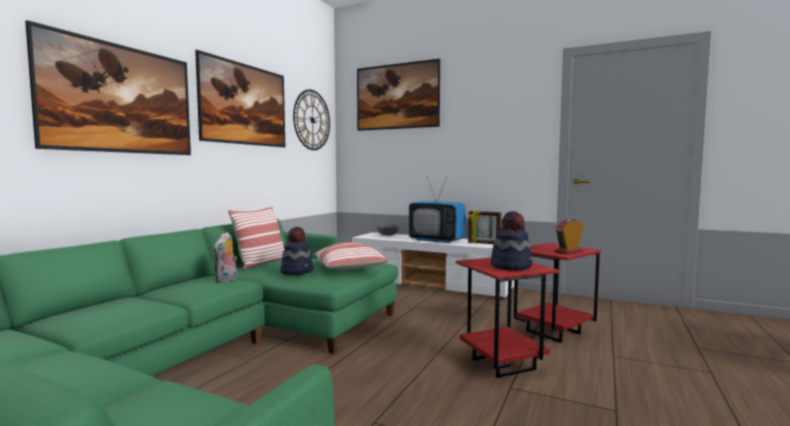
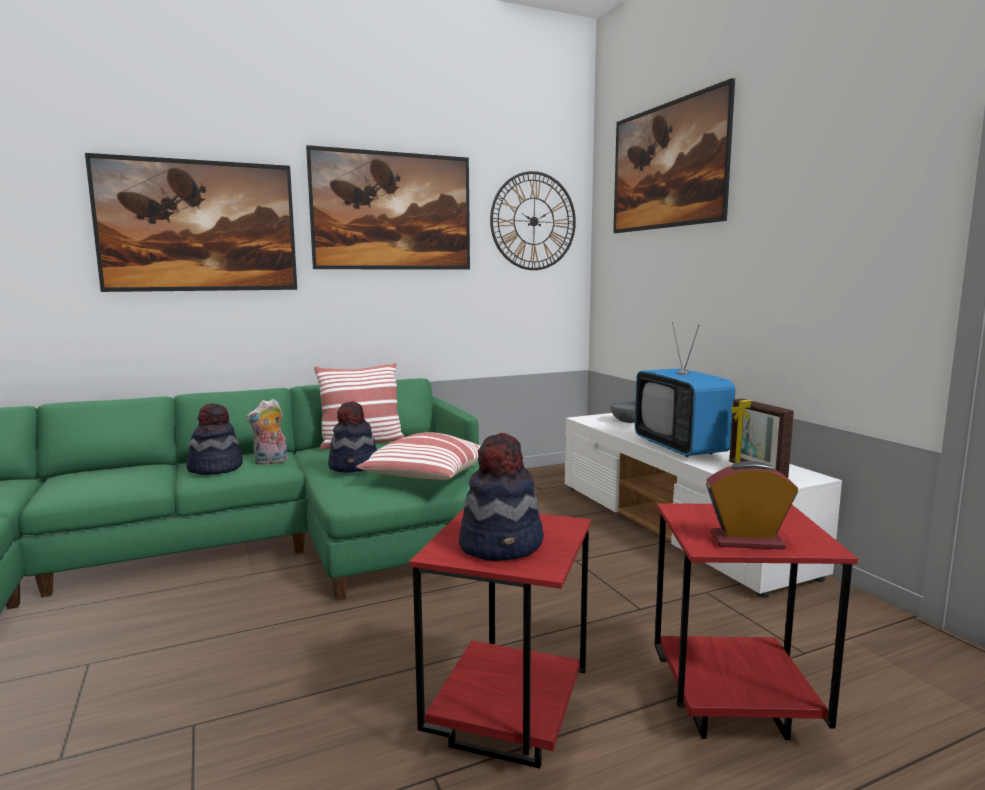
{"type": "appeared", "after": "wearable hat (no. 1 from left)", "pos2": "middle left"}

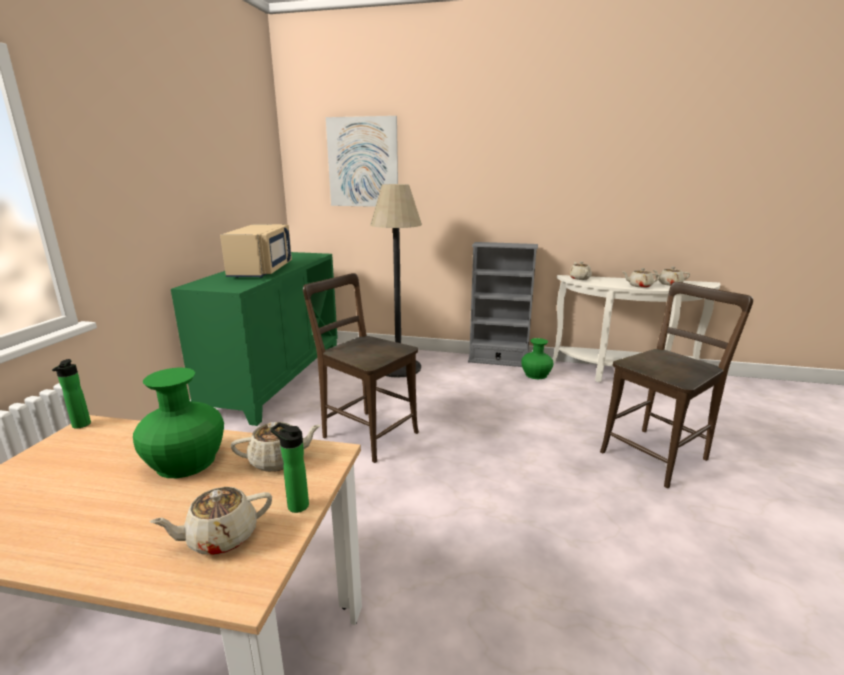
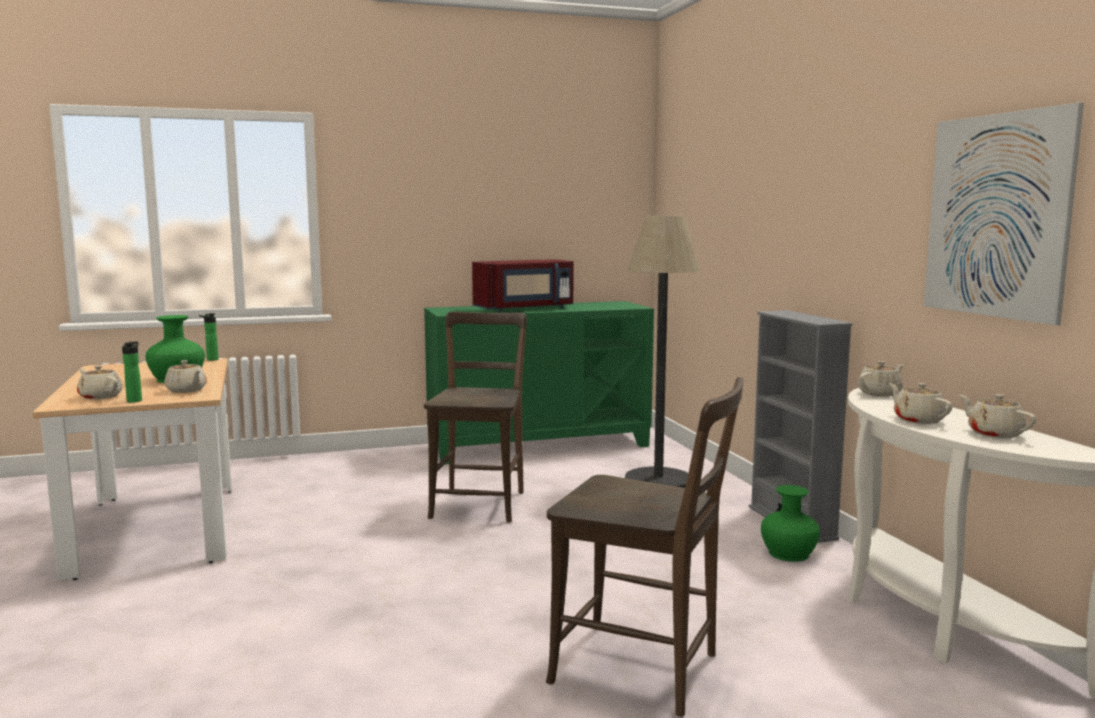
{"type": "colour", "before": "microwave (beige-coloured)", "after": "microwave (red)", "pos1": "middle left", "pos2": "centre"}
{"type": "relocated", "before": "wall picture", "pos1": "top centre", "pos2": "top right"}

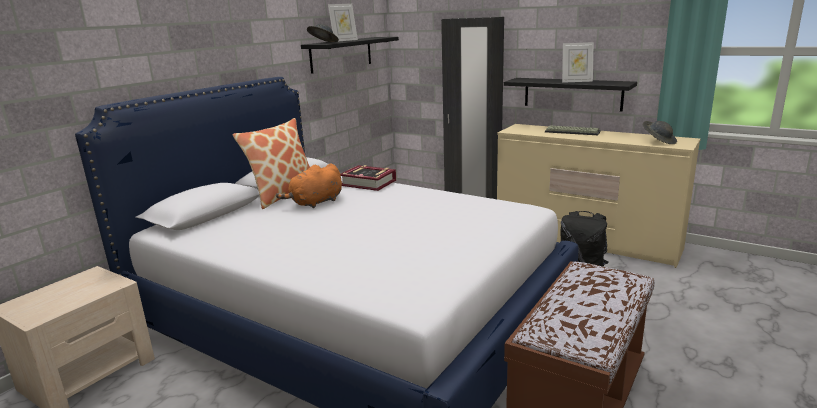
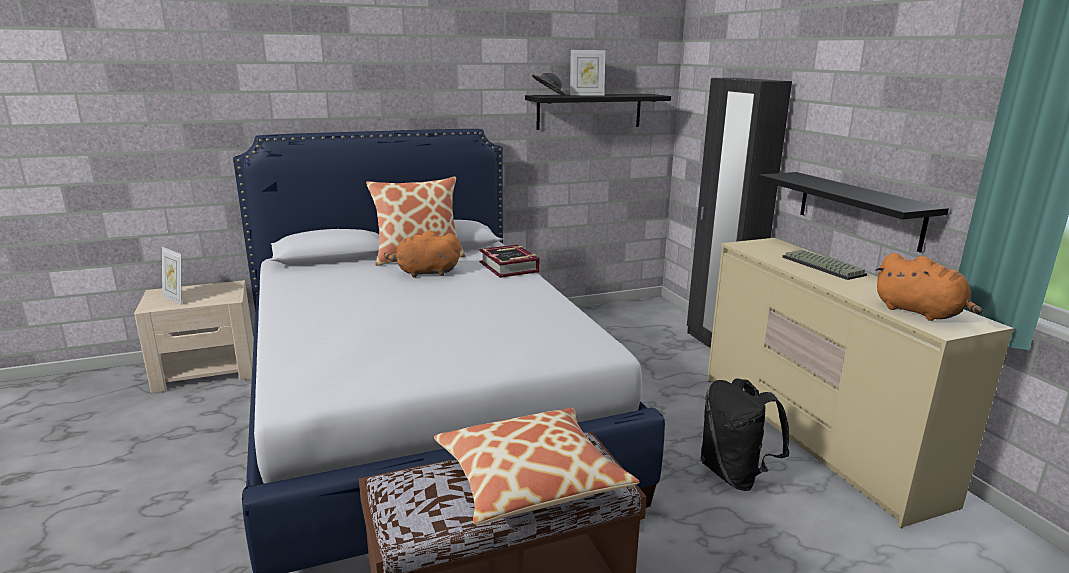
{"type": "relocated", "before": "photo frame (no. 2 from left in the first image)", "after": "photo frame (no. 1 from left)", "pos1": "top right", "pos2": "middle left"}
{"type": "exchanged", "before": "wearable hat (gray) (no. 2 from left)", "after": "plush toy (orange-coloured) (no. 2 from left)", "pos1": "top right", "pos2": "middle right"}
{"type": "appeared", "after": "throw pillow (no. 2 from left)", "pos2": "bottom centre"}

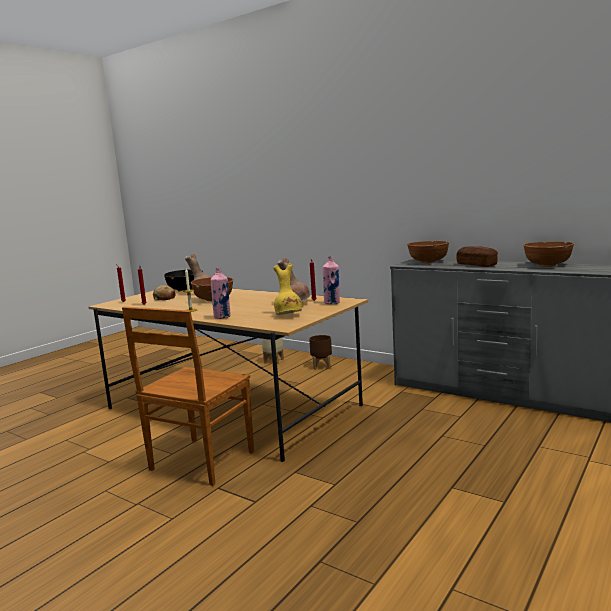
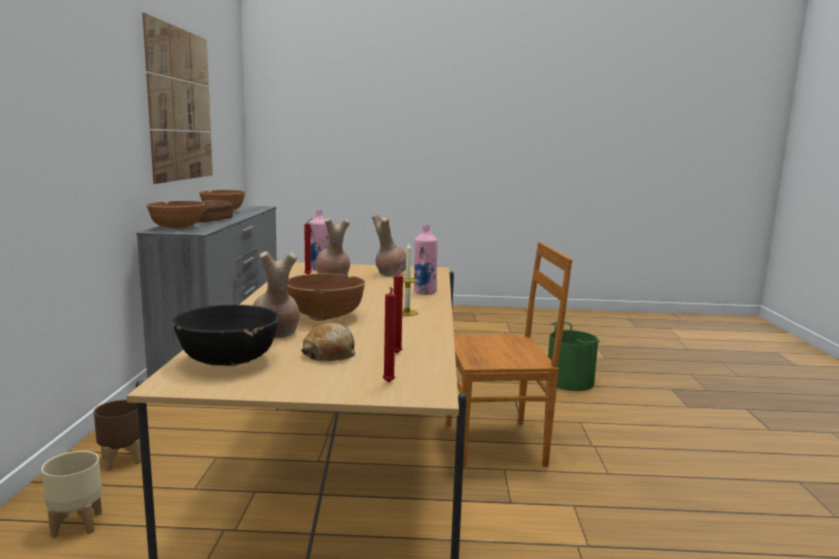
{"type": "colour", "before": "decorative vase (yellow-coloured)", "after": "decorative vase (brown) (no. 3 from left)", "pos1": "centre", "pos2": "centre"}
{"type": "appeared", "after": "wall picture", "pos2": "top left"}
{"type": "appeared", "after": "water bucket (greenish)", "pos2": "middle right"}

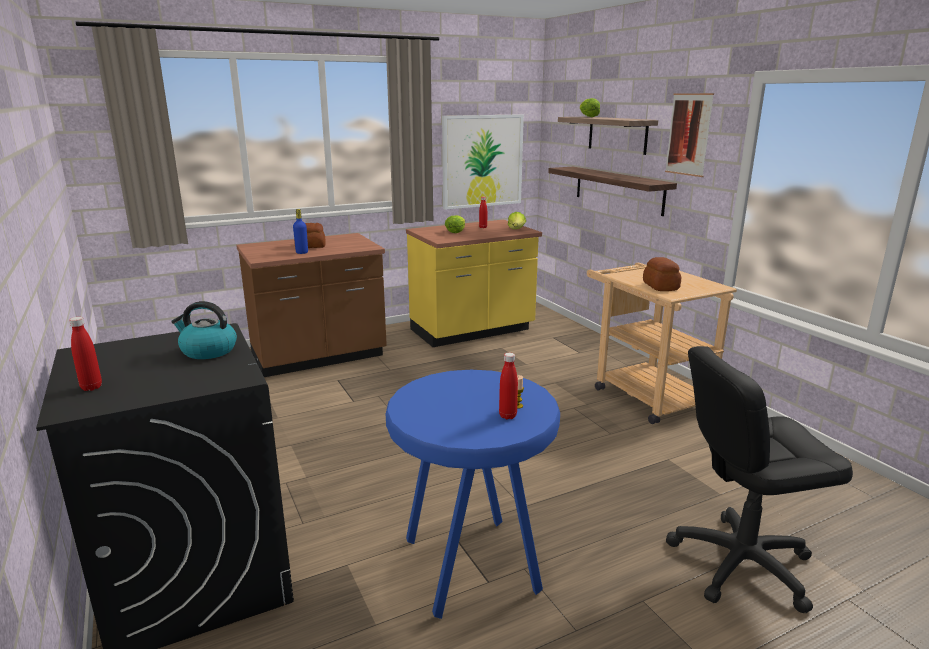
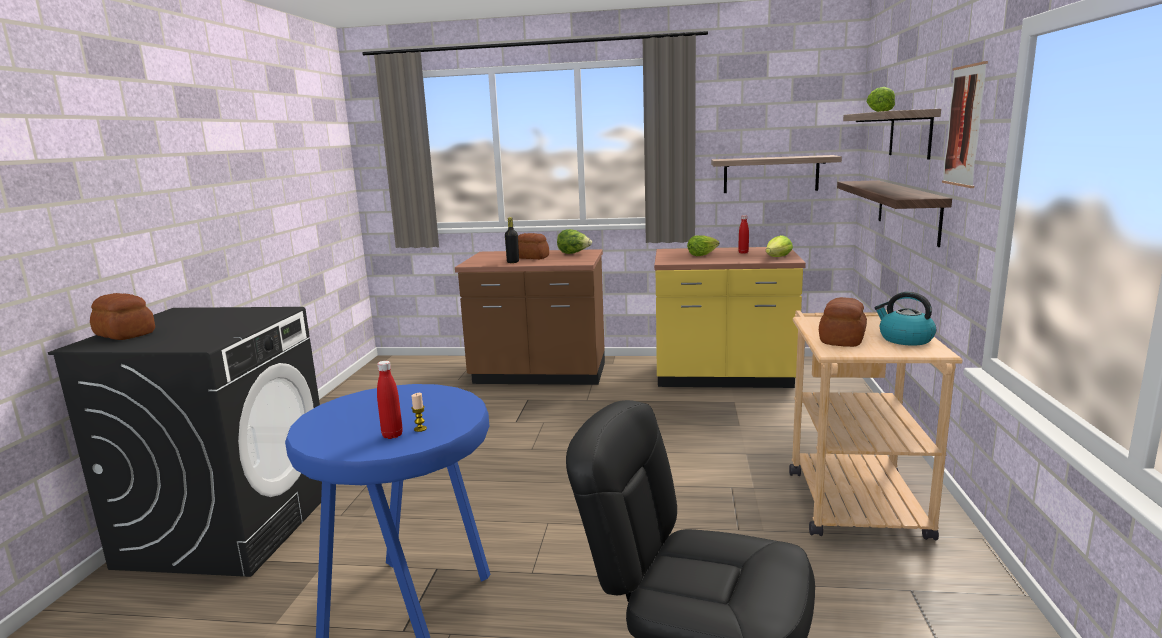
{"type": "exchanged", "before": "beverage bottle (red) (no. 1 from left)", "after": "bread (no. 1 from left)", "pos1": "middle left", "pos2": "middle left"}
{"type": "relocated", "before": "tea kettle", "pos1": "middle left", "pos2": "middle right"}
{"type": "colour", "before": "beverage bottle (blue)", "after": "beverage bottle (black-coloured)", "pos1": "middle left", "pos2": "centre"}
{"type": "exchanged", "before": "wall picture (no. 1 from left)", "after": "bracket shelf (no. 1 from left)", "pos1": "top centre", "pos2": "top right"}
{"type": "appeared", "after": "lettuce head (no. 1 from left)", "pos2": "centre"}

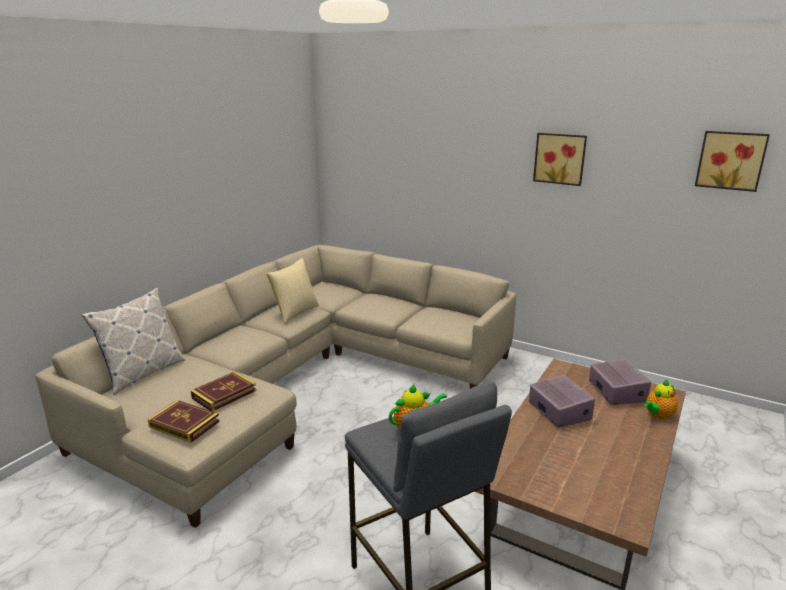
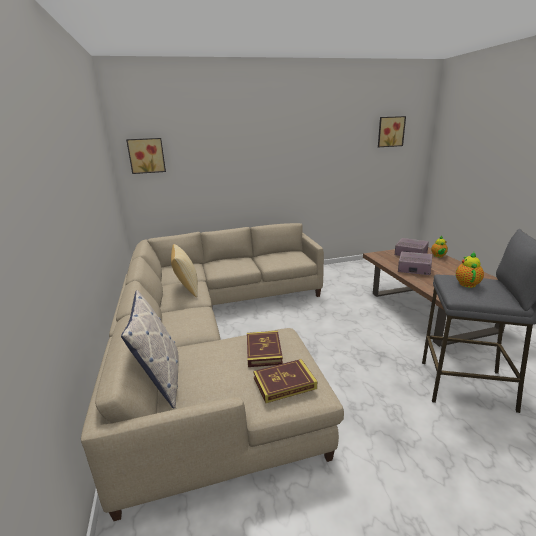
{"type": "relocated", "before": "wall picture (no. 1 from left)", "pos1": "top right", "pos2": "top left"}

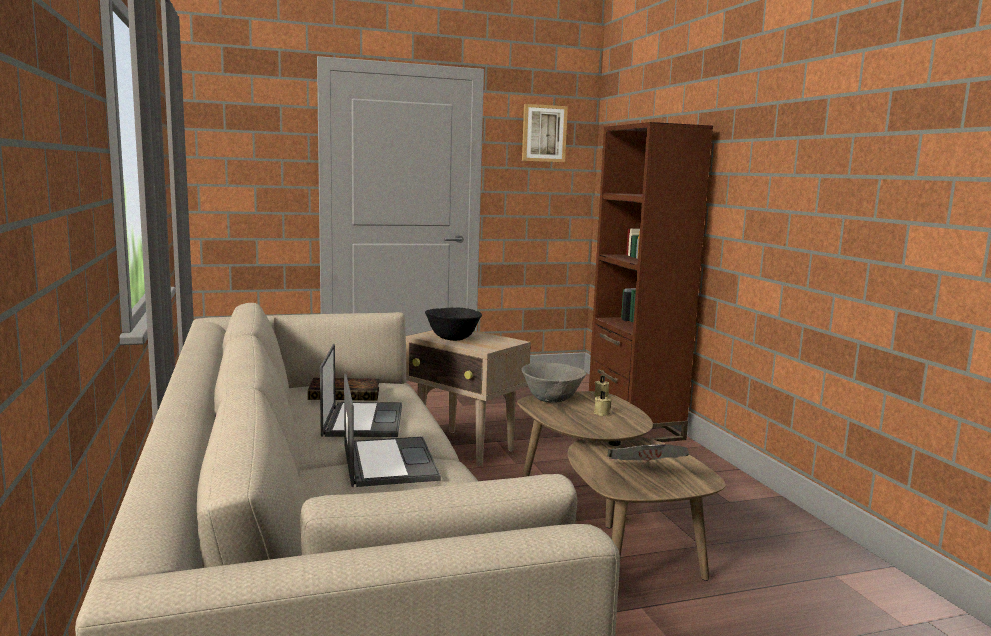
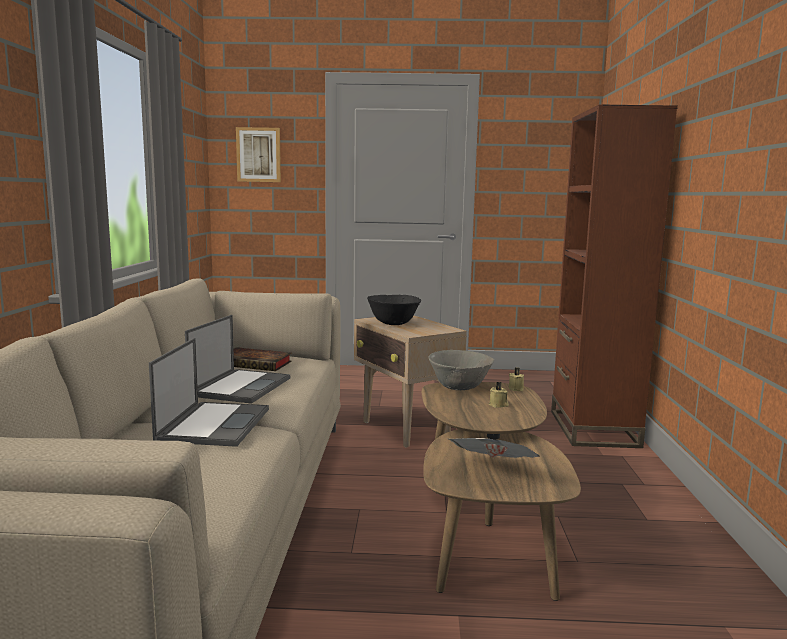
{"type": "relocated", "before": "wall picture", "pos1": "top centre", "pos2": "top left"}

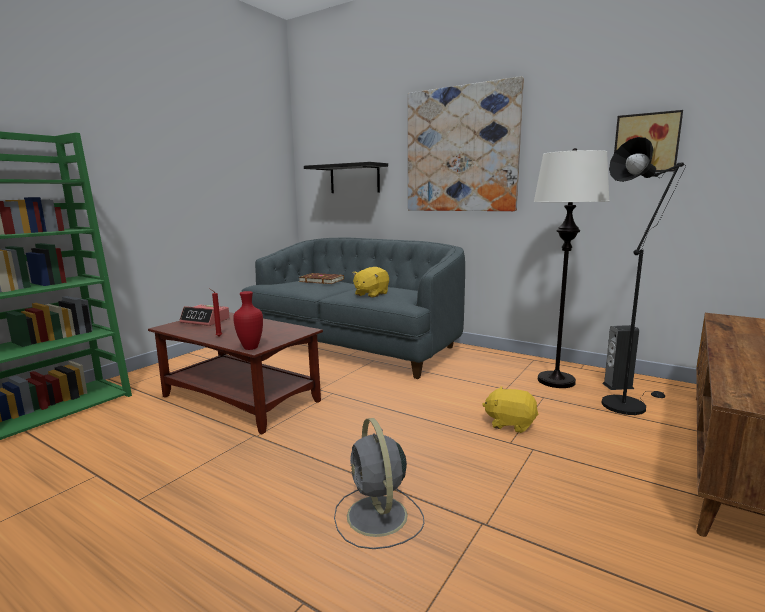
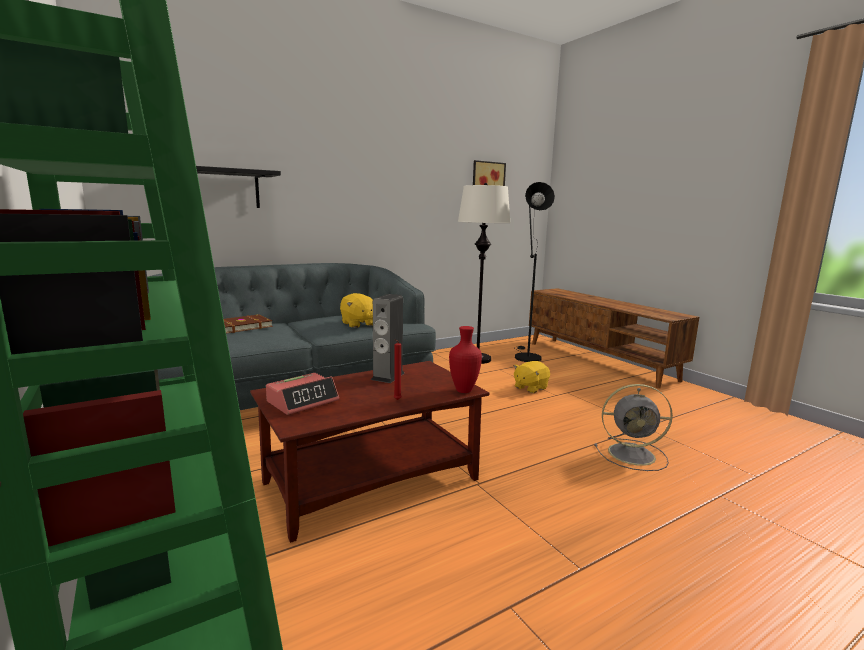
{"type": "missing", "before": "wall picture (no. 1 from left)", "pos1": "top centre"}
{"type": "relocated", "before": "loudspeaker", "pos1": "middle right", "pos2": "centre"}

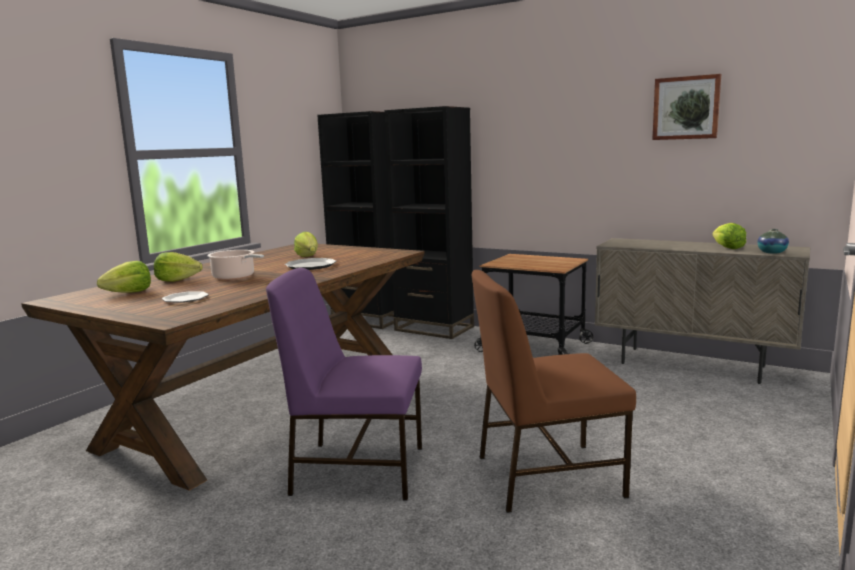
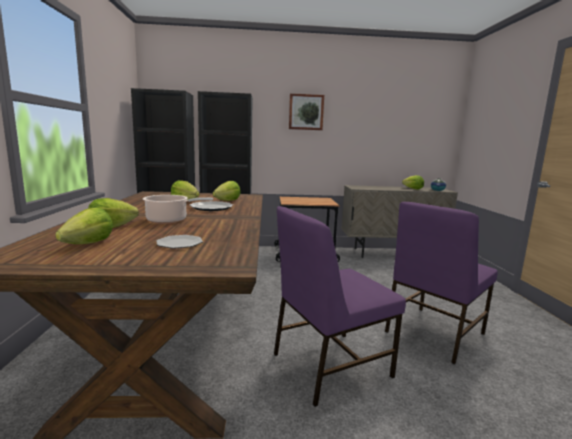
{"type": "colour", "before": "plain chair (brown)", "after": "plain chair (purplish) (no. 2 from left)", "pos1": "bottom centre", "pos2": "middle right"}
{"type": "relocated", "before": "wall picture", "pos1": "top right", "pos2": "top centre"}
{"type": "appeared", "after": "lettuce head (no. 4 from left)", "pos2": "centre"}

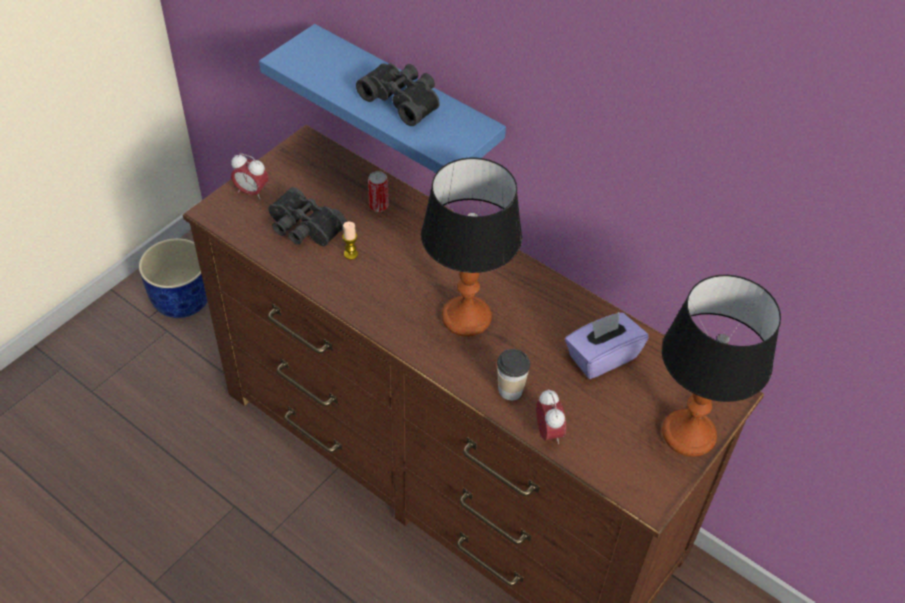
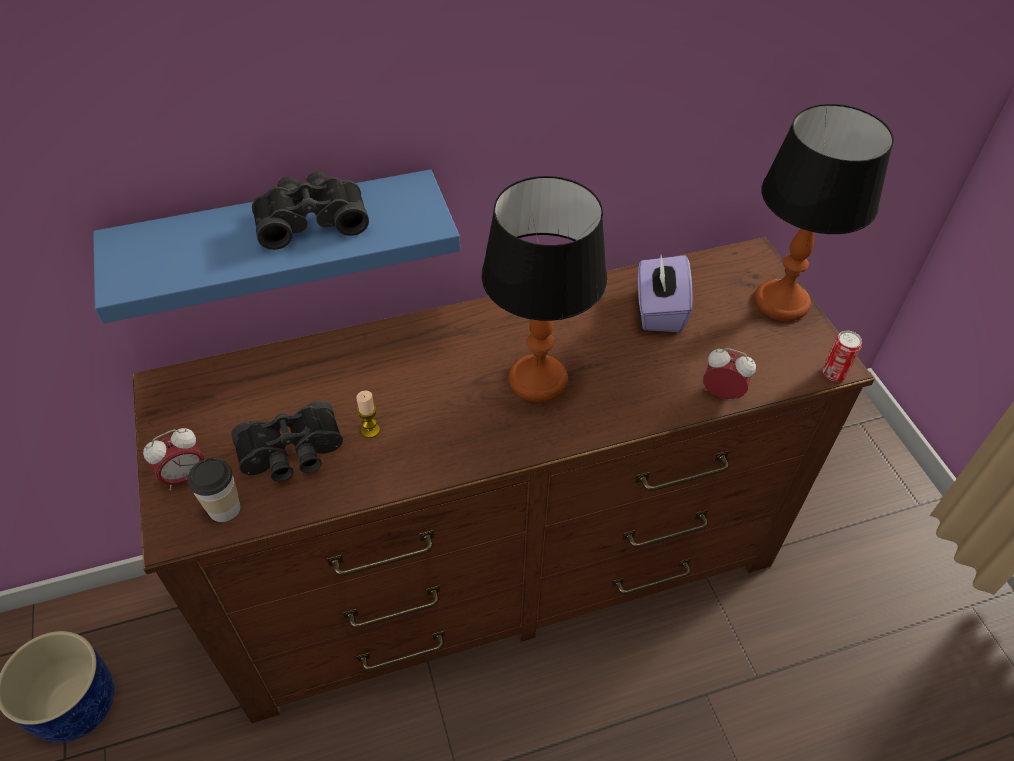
{"type": "relocated", "before": "can", "pos1": "top centre", "pos2": "middle right"}
{"type": "relocated", "before": "cup", "pos1": "centre", "pos2": "middle left"}

